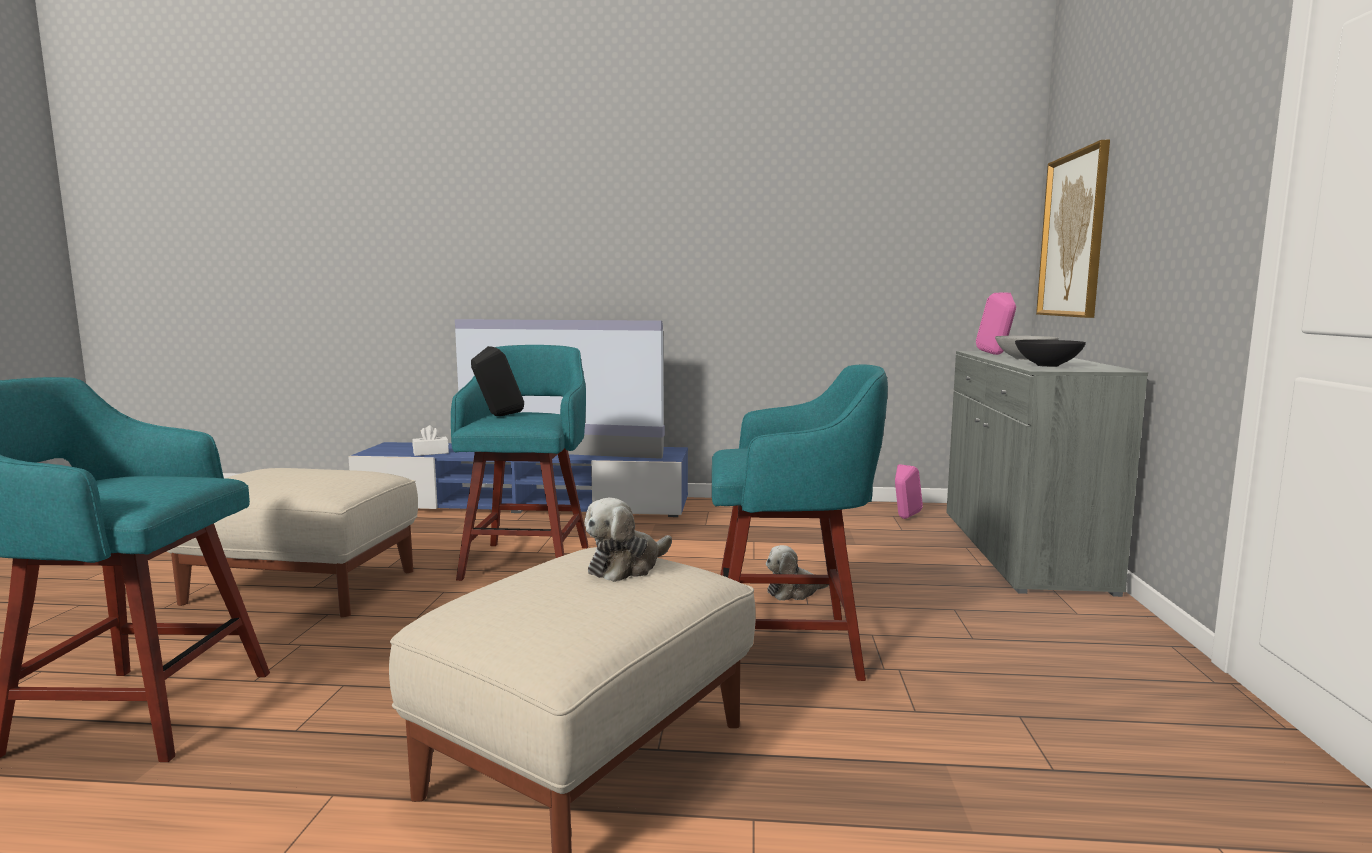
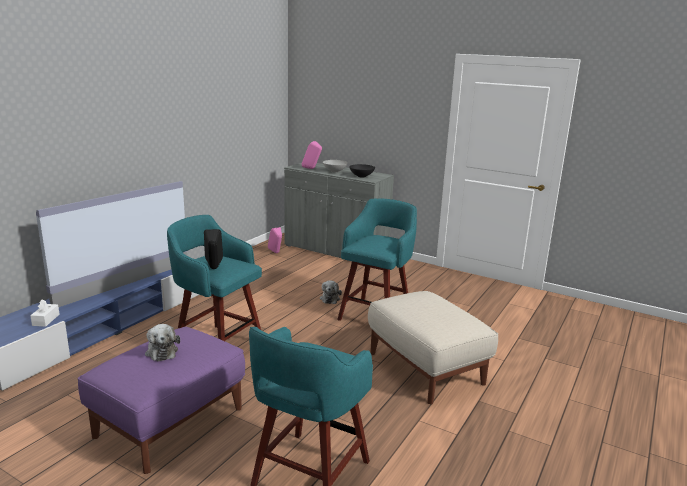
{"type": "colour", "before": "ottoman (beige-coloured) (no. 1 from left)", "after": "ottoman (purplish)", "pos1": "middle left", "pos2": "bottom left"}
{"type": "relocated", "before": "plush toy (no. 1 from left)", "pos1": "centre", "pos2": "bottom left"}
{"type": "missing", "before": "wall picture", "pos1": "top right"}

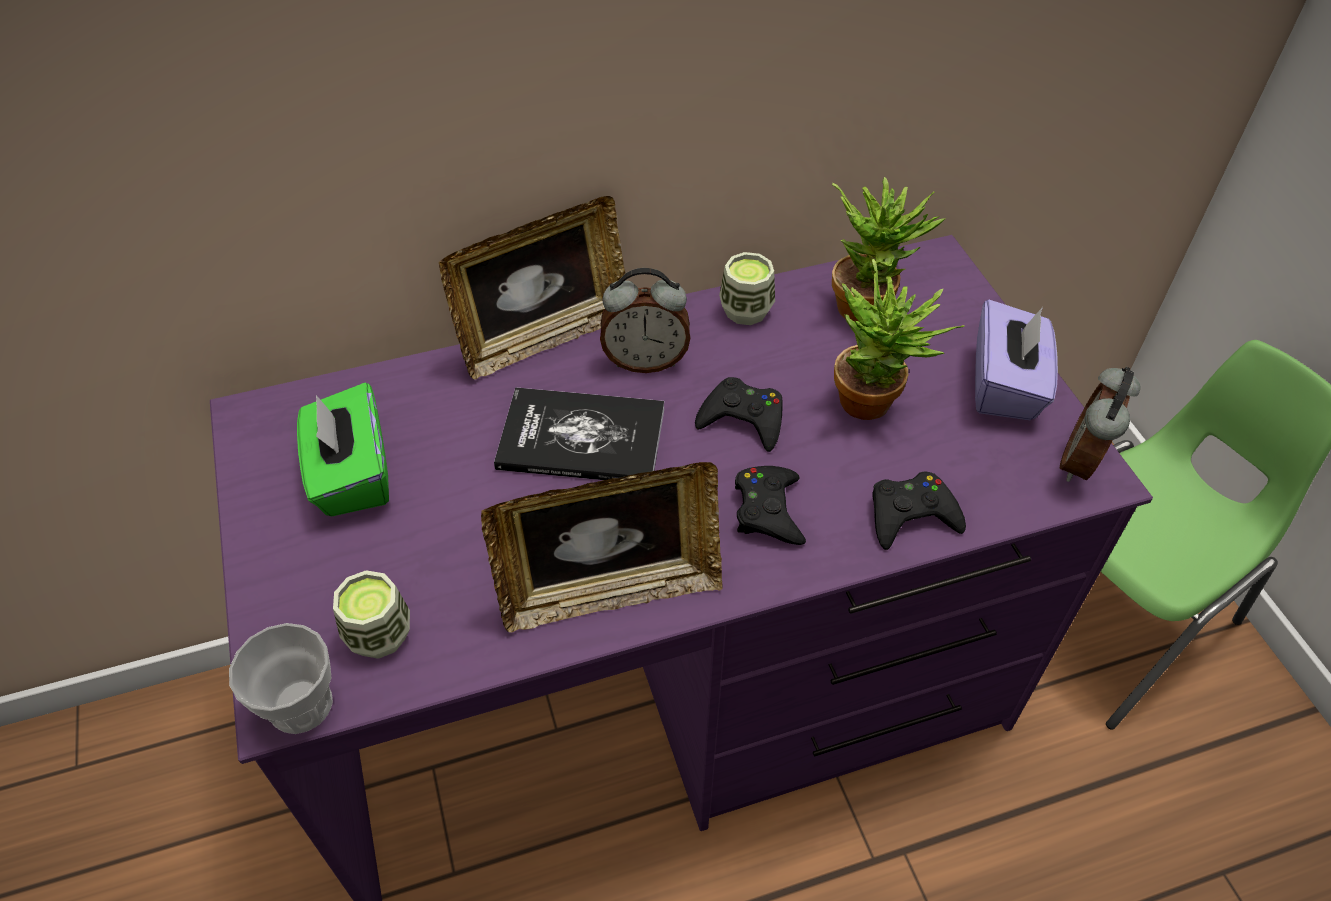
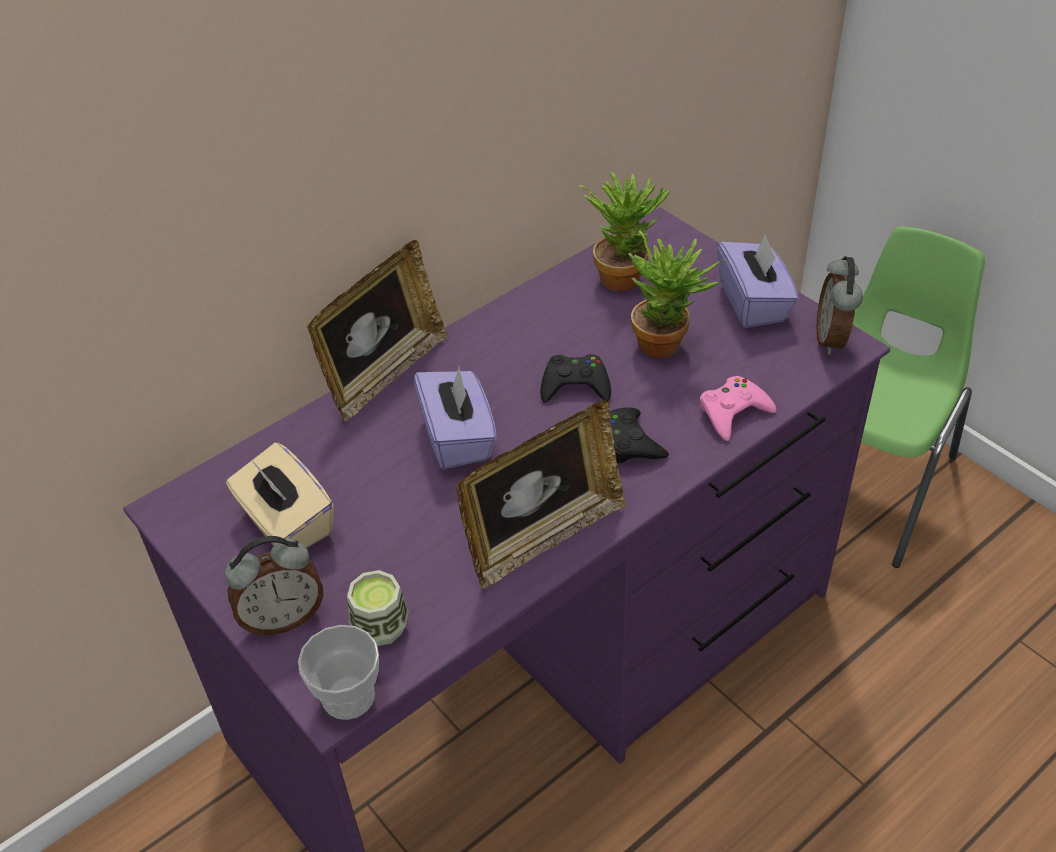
{"type": "colour", "before": "tissue holder (greenish)", "after": "tissue holder (beige-coloured)", "pos1": "middle left", "pos2": "middle left"}
{"type": "exchanged", "before": "book", "after": "tissue holder (purplish) (no. 1 from left)", "pos1": "centre", "pos2": "centre"}
{"type": "relocated", "before": "bedside clock (no. 1 from left)", "pos1": "centre", "pos2": "bottom left"}
{"type": "missing", "before": "cup (no. 3 from left)", "pos1": "top centre"}
{"type": "colour", "before": "game controller (black-coloured) (no. 3 from left)", "after": "game controller (pinkish)", "pos1": "middle right", "pos2": "middle right"}

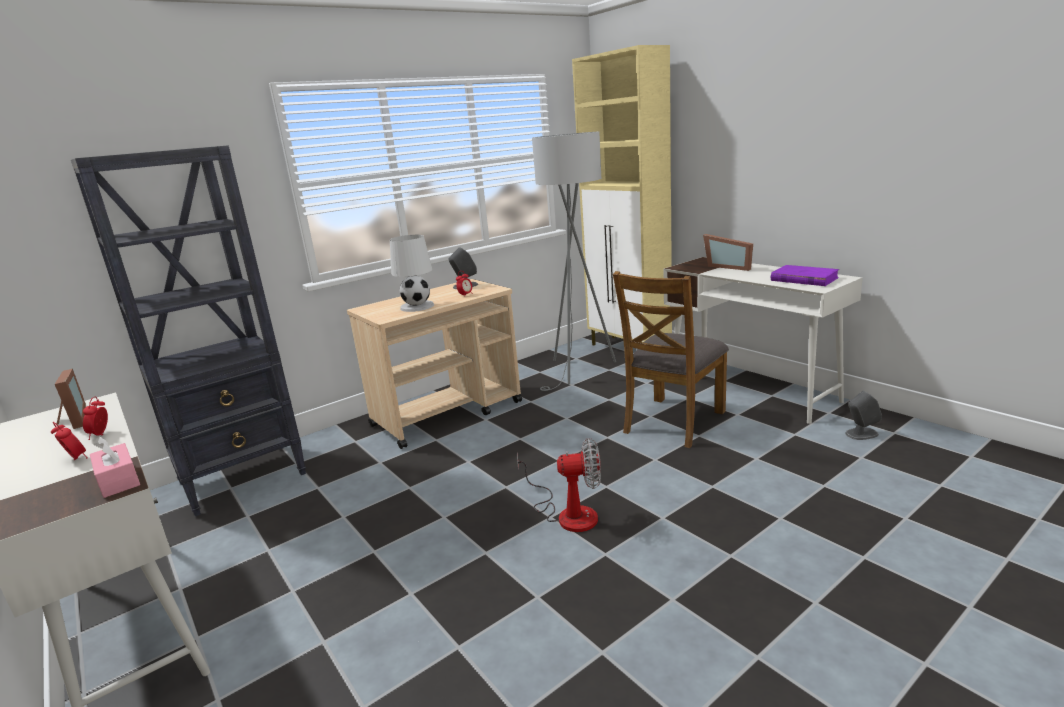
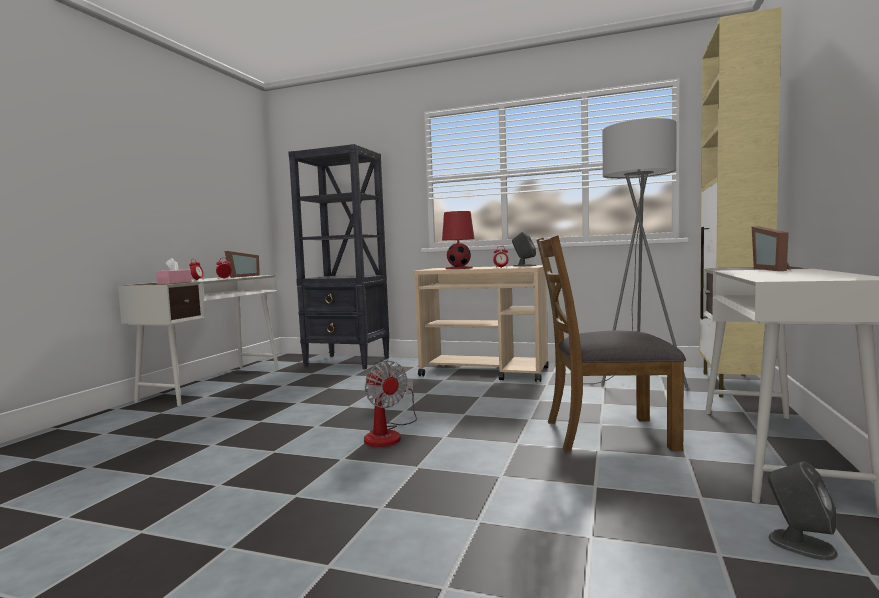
{"type": "colour", "before": "lamp for a table (white-coloured)", "after": "lamp for a table (red)", "pos1": "centre", "pos2": "centre"}
{"type": "missing", "before": "book (purplish)", "pos1": "middle right"}

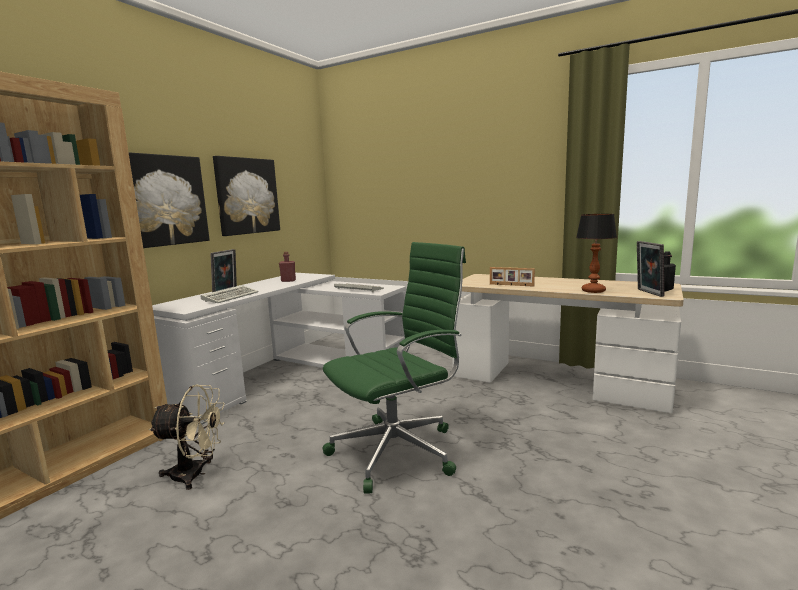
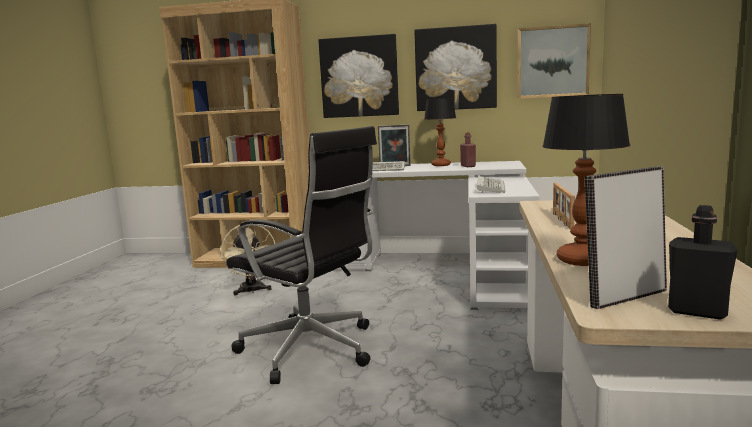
{"type": "colour", "before": "computer chair (greenish)", "after": "computer chair (black-coloured)", "pos1": "centre", "pos2": "centre"}
{"type": "appeared", "after": "lamp for a table (no. 1 from left)", "pos2": "top centre"}
{"type": "appeared", "after": "wall picture (no. 3 from left)", "pos2": "top right"}

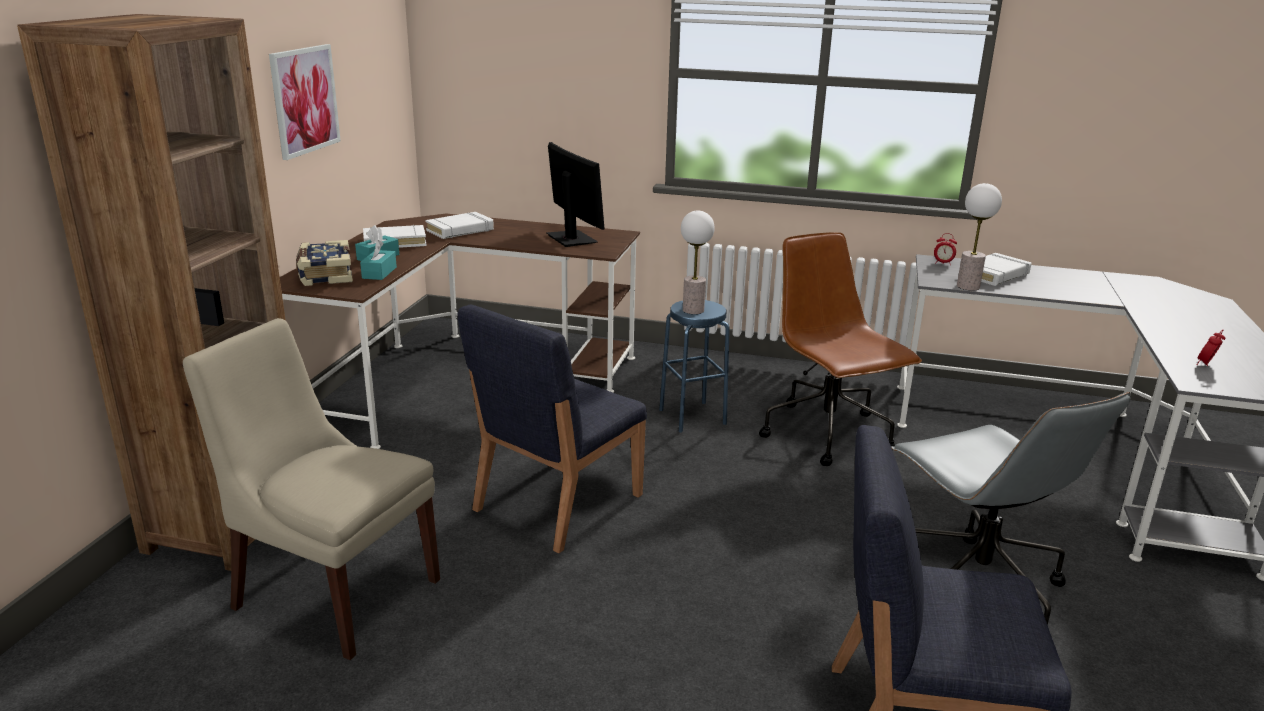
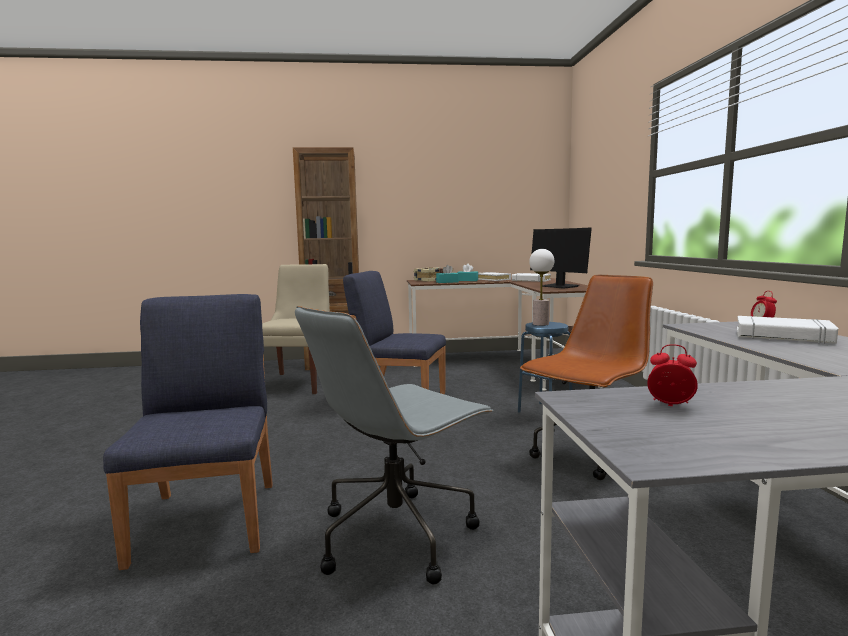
{"type": "missing", "before": "wall picture", "pos1": "top left"}
{"type": "spun", "before": "computer display", "pos1": "top centre", "pos2": "centre", "turn": 105}
{"type": "missing", "before": "lamp for a table (no. 2 from left)", "pos1": "middle right"}

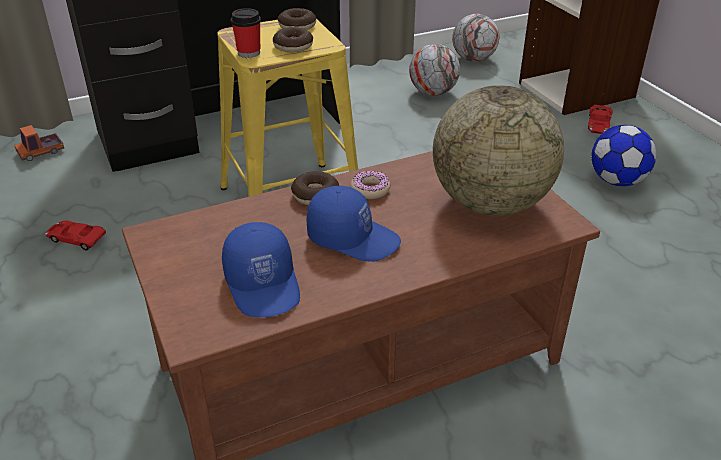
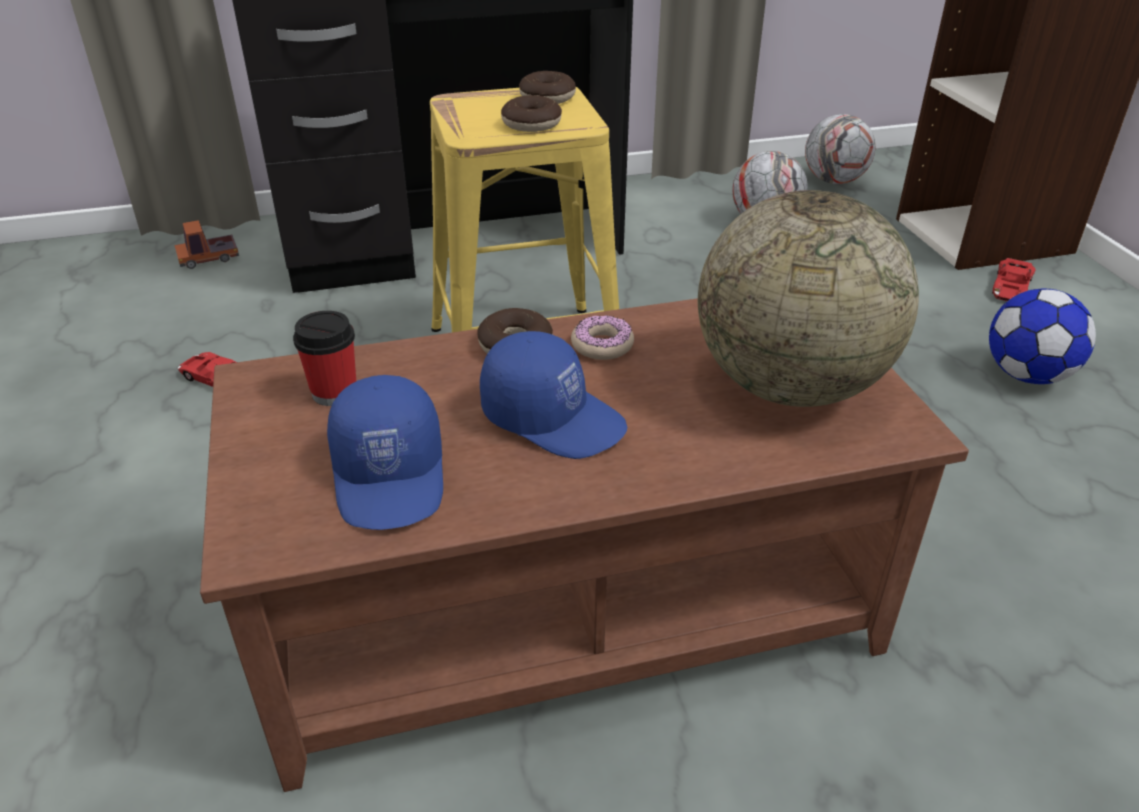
{"type": "relocated", "before": "cup", "pos1": "top centre", "pos2": "middle left"}

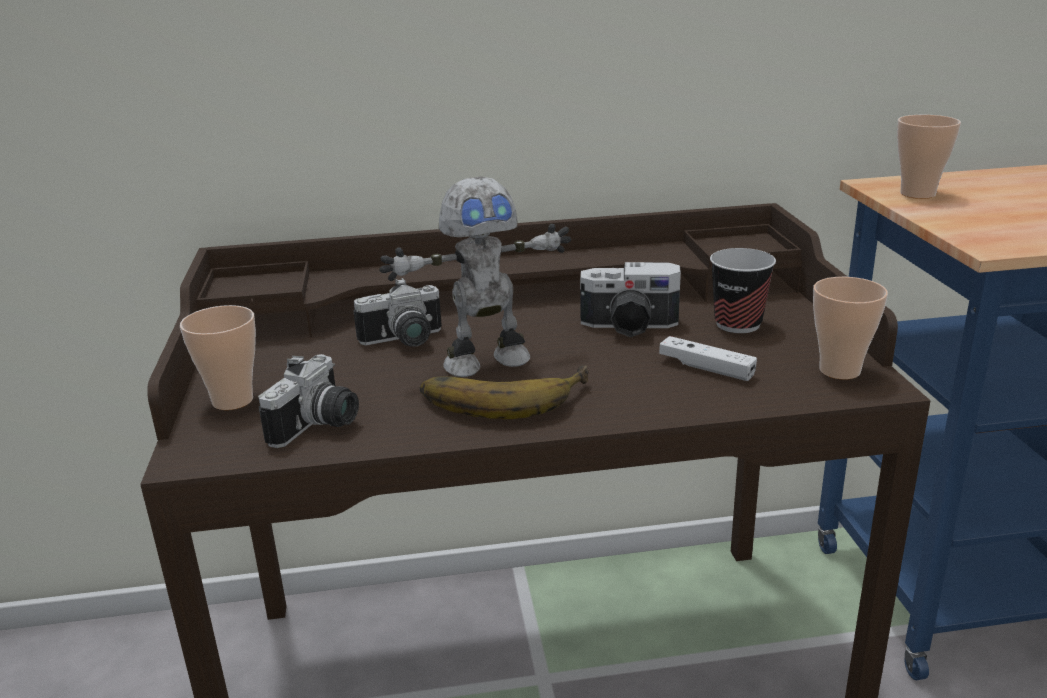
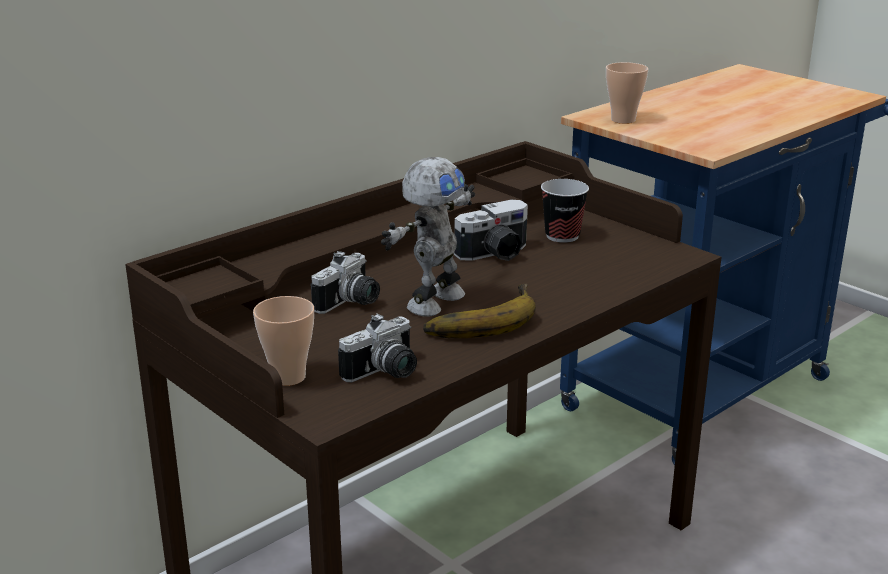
{"type": "spun", "before": "photo camera (no. 1 from left in the first image)", "pos1": "middle left", "pos2": "centre", "turn": 60}
{"type": "missing", "before": "game controller (white-coloured)", "pos1": "middle right"}
{"type": "missing", "before": "cup (no. 3 from left)", "pos1": "middle right"}

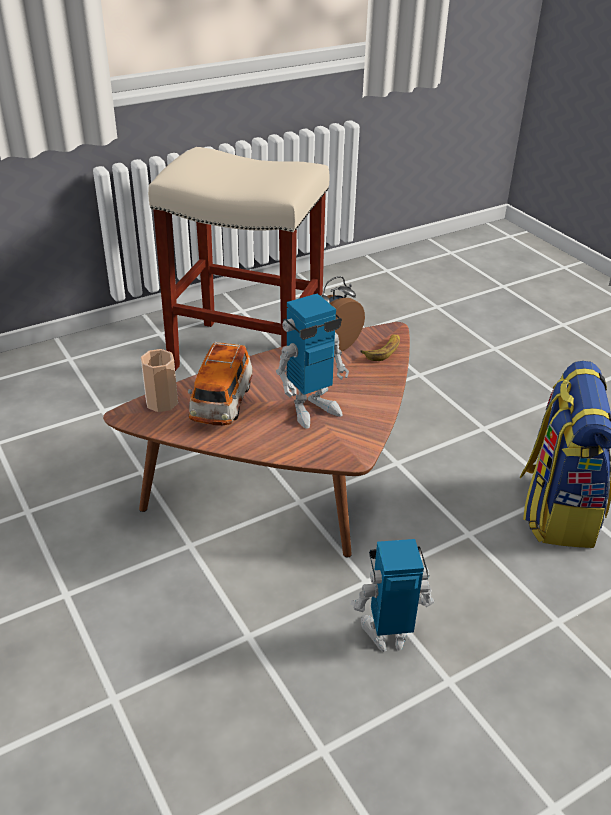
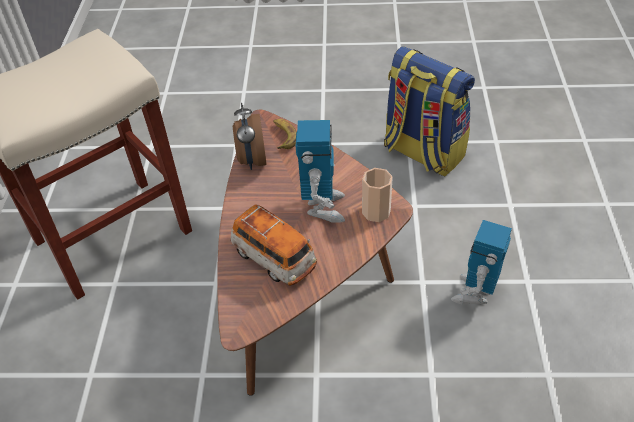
{"type": "relocated", "before": "cup", "pos1": "middle left", "pos2": "centre"}

